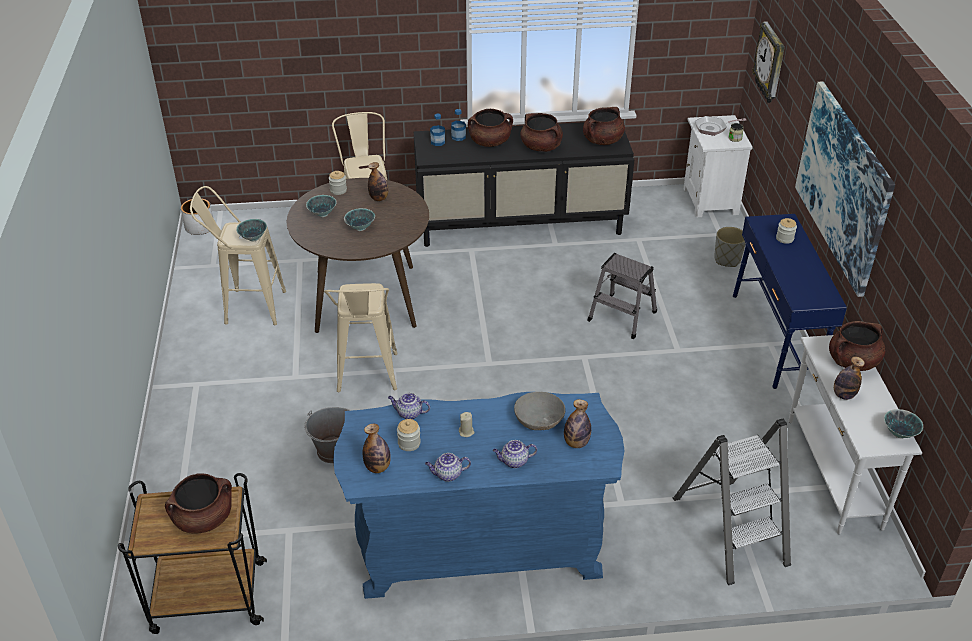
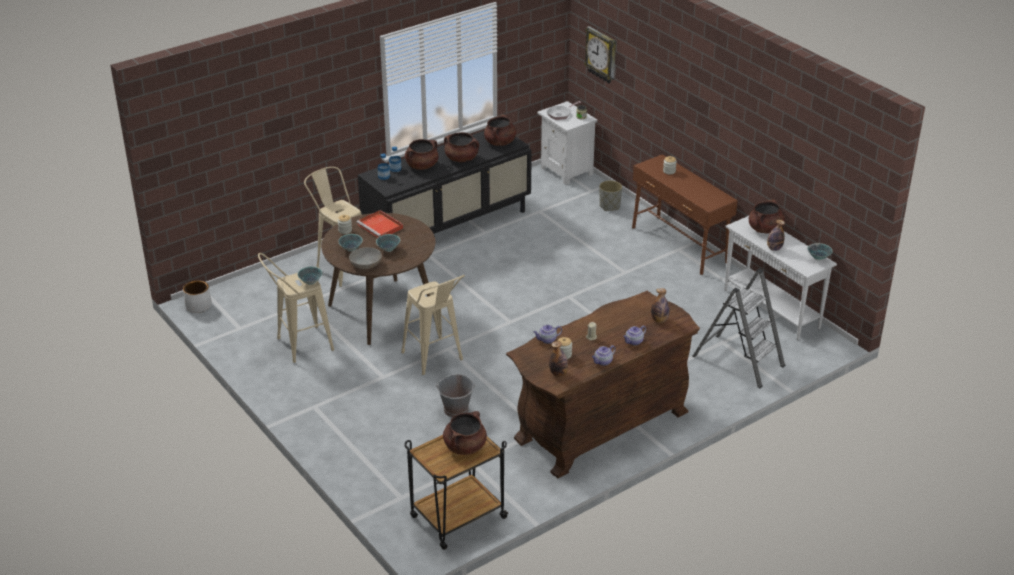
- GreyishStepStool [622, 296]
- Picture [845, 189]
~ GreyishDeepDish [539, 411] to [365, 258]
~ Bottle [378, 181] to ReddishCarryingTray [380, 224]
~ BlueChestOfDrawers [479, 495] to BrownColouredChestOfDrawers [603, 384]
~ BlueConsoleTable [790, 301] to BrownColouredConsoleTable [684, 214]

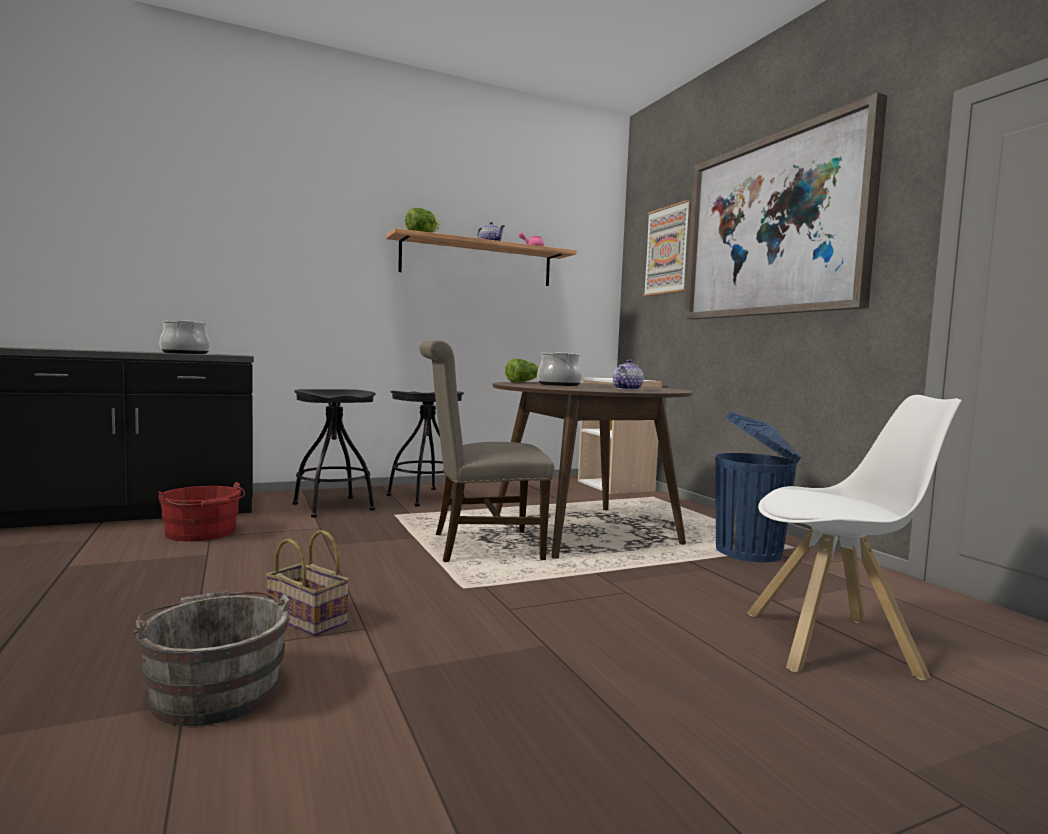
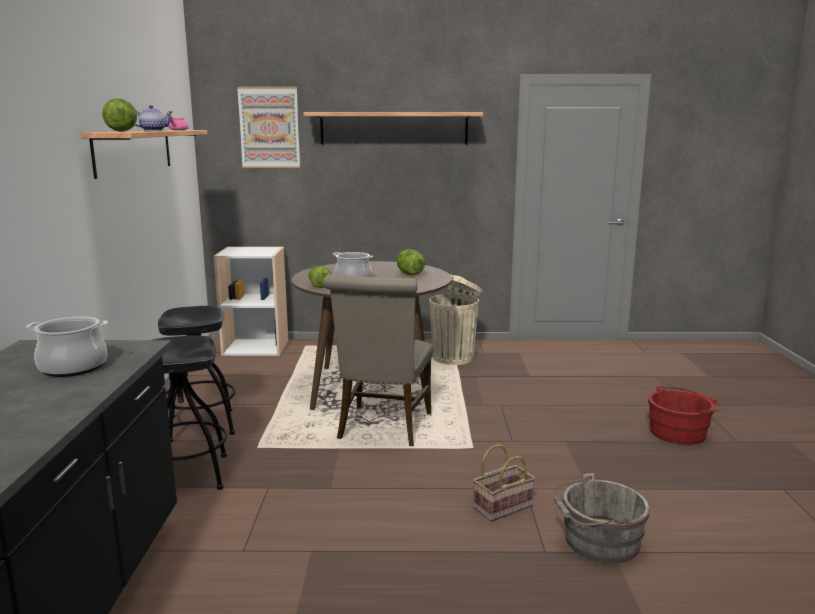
- WhiteColouredChair [854, 538]
~ ReddishWaterBucket [201, 512] to [685, 415]
~ Teapot [628, 375] to LettuceHead [411, 262]
~ Picture [786, 205] to WallShelf [393, 128]
~ BlueRubbishBin [758, 487] to BeigeRubbishBin [455, 320]

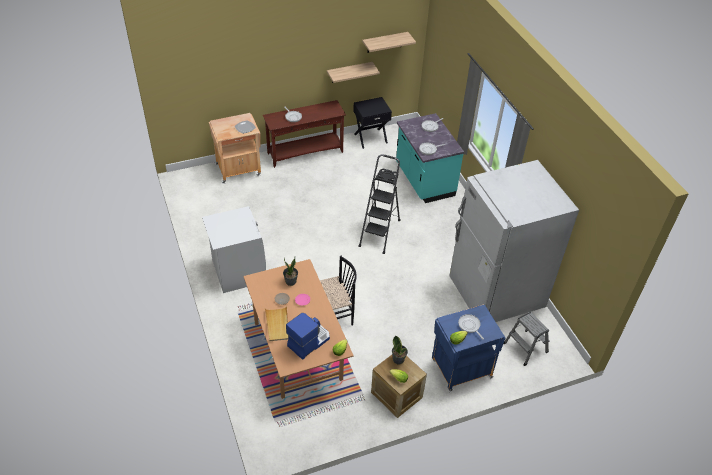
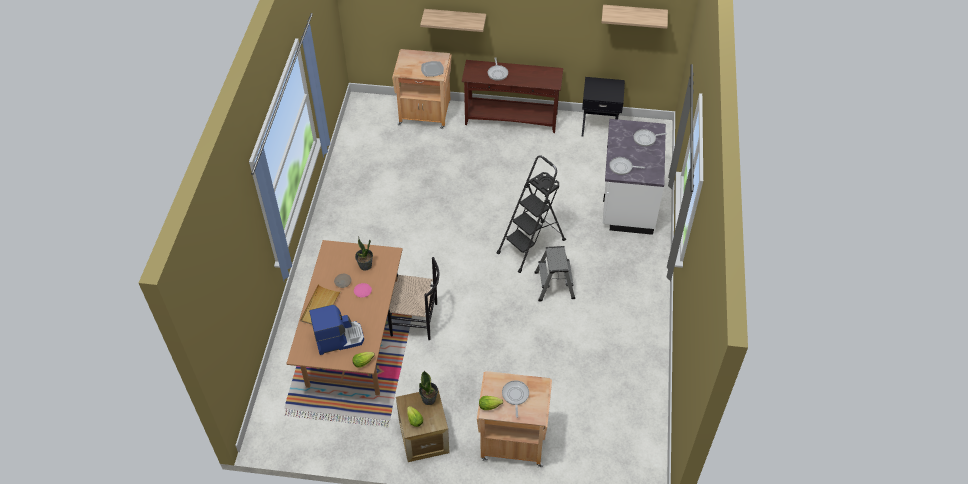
- WhiteColouredLaundryAppliance [234, 249]
- WhiteColouredRefrigerator [514, 241]
~ WallShelf [353, 72] to [453, 20]
~ GreyishStepStool [526, 338] to [554, 274]
~ TurquoiseKitchenBaseUnit [430, 158] to WhiteColouredKitchenBaseUnit [634, 177]
~ BlueCart [468, 348] to BrownColouredCart [514, 419]

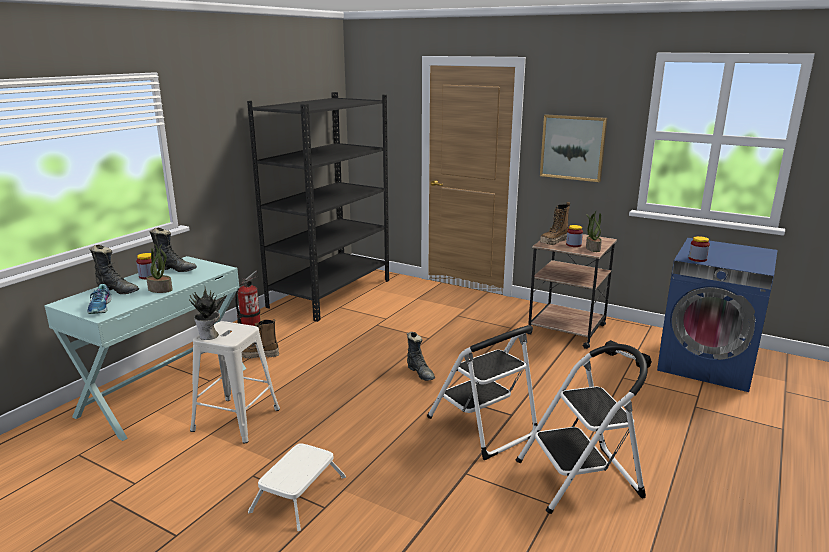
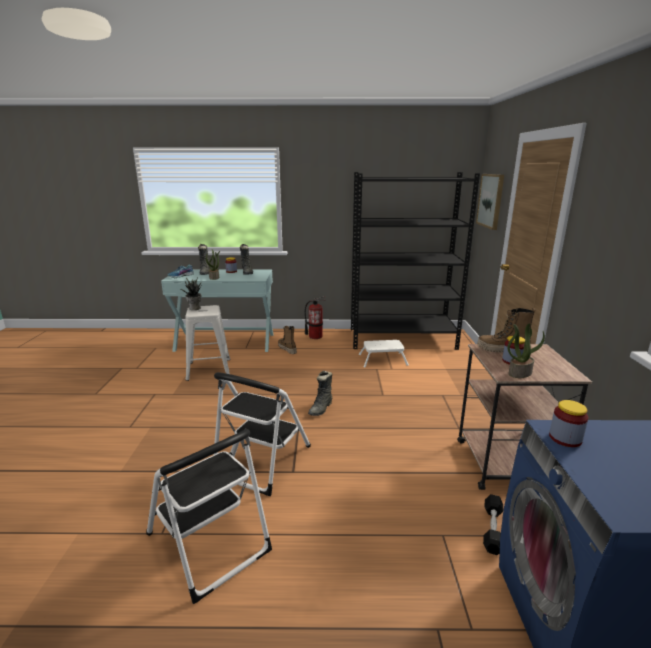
~ WhiteColouredStepStool [297, 487] to [383, 354]
~ Picture [573, 148] to [490, 202]

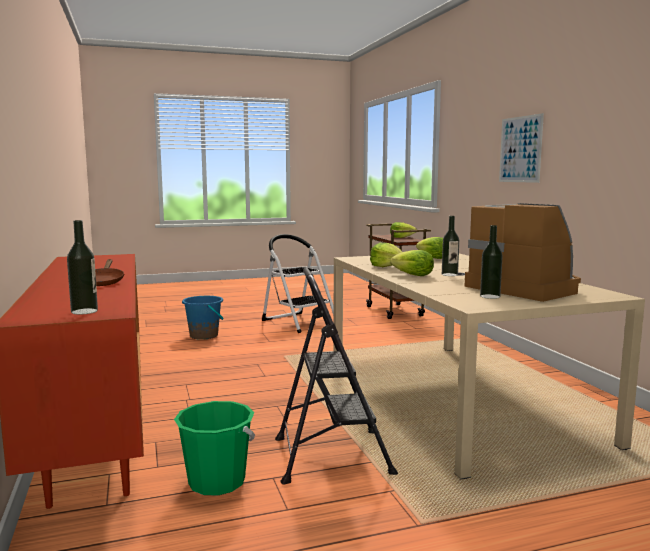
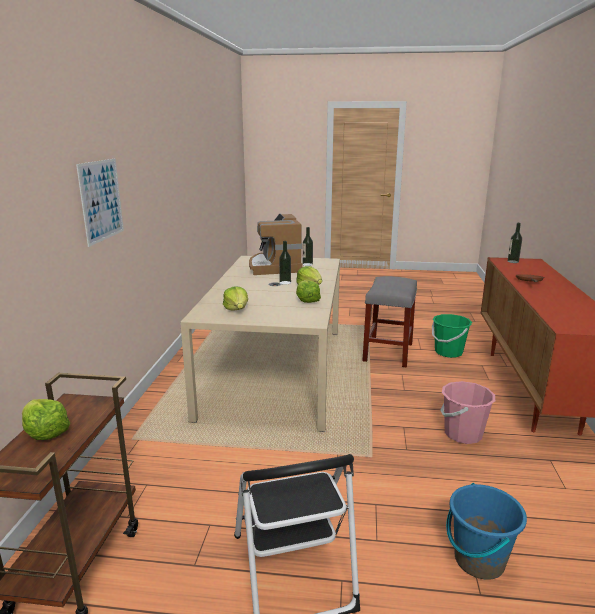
+ PinkishWaterBucket [467, 412]
~ BlackishStepStool [336, 376] to GreyishStoolSeat [389, 321]

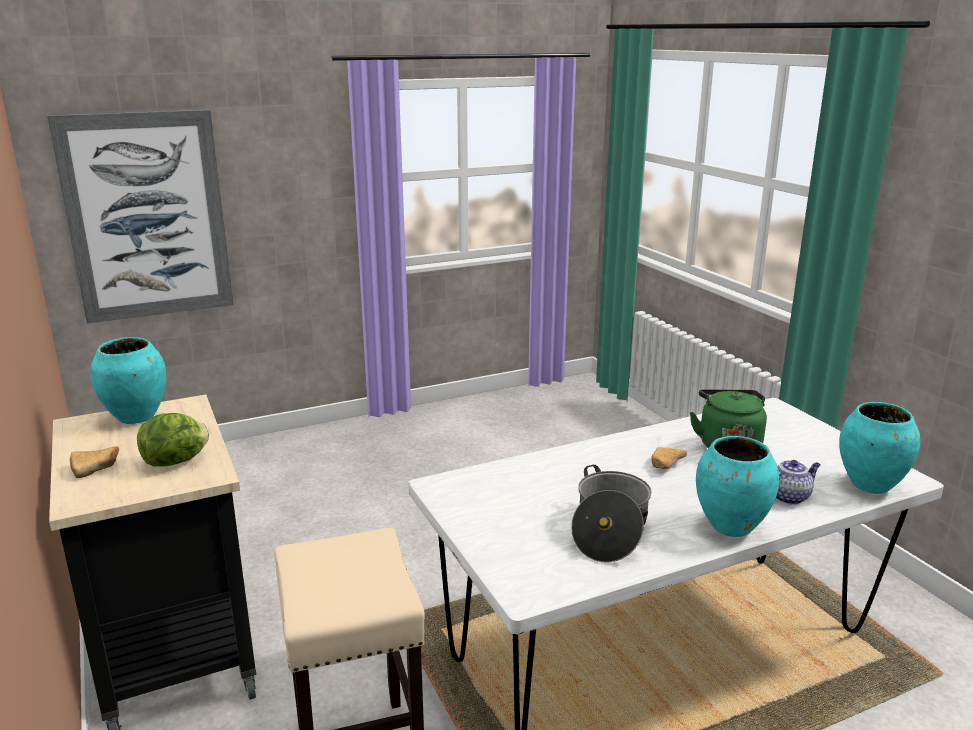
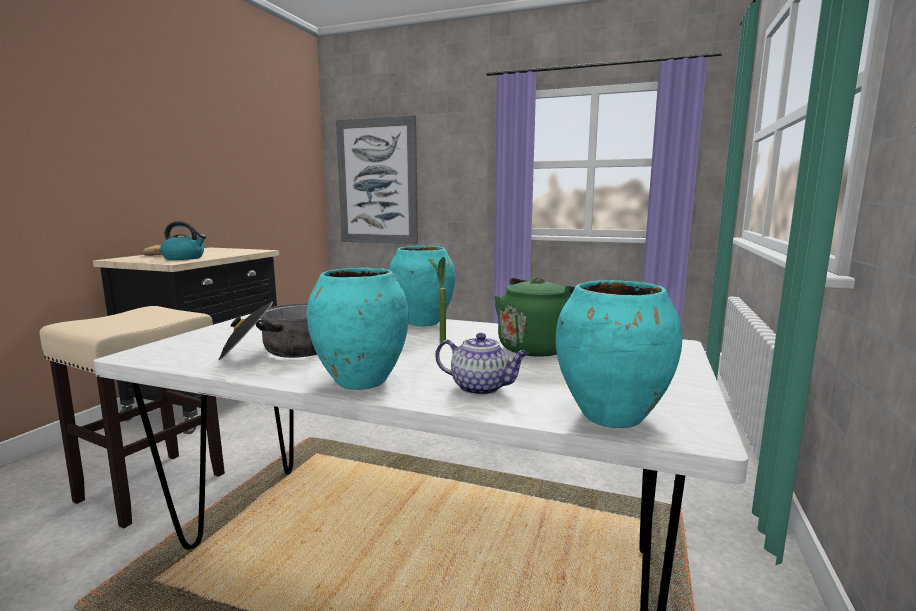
~ TurquoiseDecorativeVase [128, 380] to [422, 286]
~ LettuceHead [173, 440] to WaterKettle [183, 240]
~ BakedBread [669, 458] to Houseplant [437, 299]

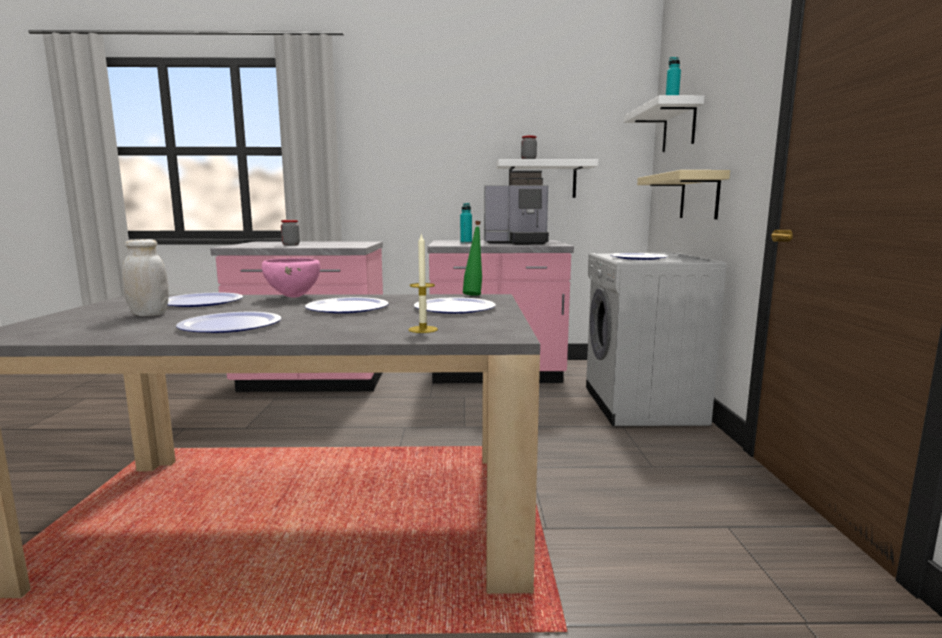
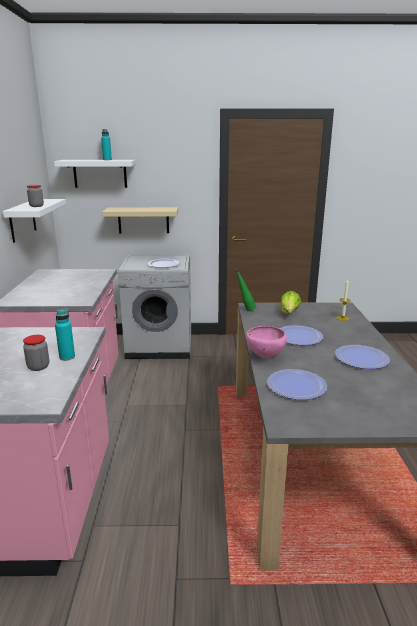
- WhiteColouredPreserveJar [145, 277]
- CoffeeMaker [516, 208]
~ TurquoiseBottle [466, 223] to [65, 334]
~ DinnerPlate [455, 305] to LettuceHead [290, 302]

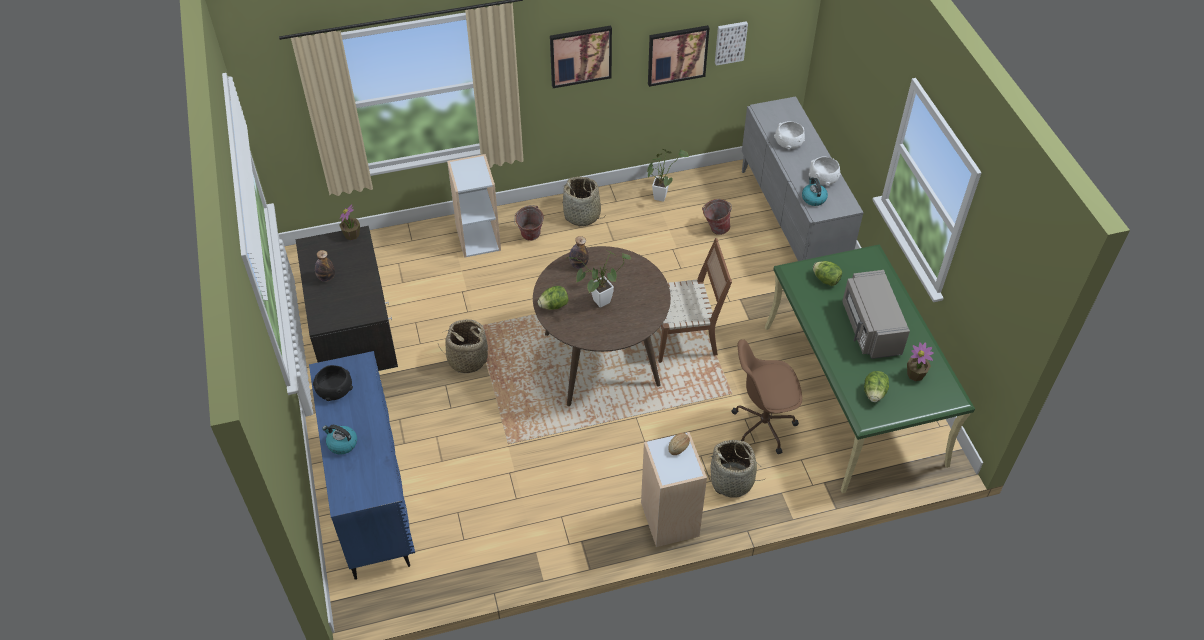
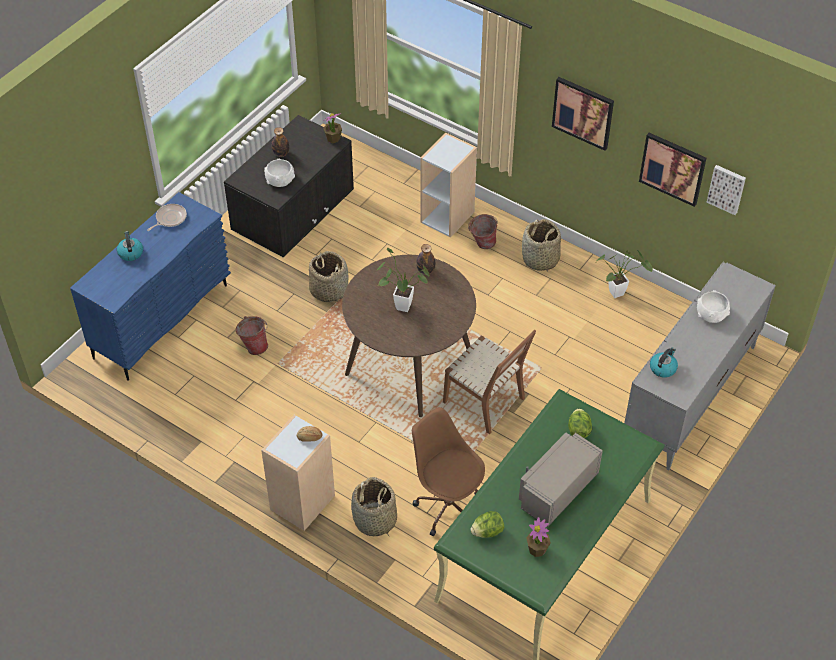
- LettuceHead [553, 298]
~ WaterBucket [717, 217] to [252, 335]
~ WhiteColouredDeepDish [825, 171] to [279, 173]
~ BlackishDeepDish [333, 383] to Skillet [167, 217]

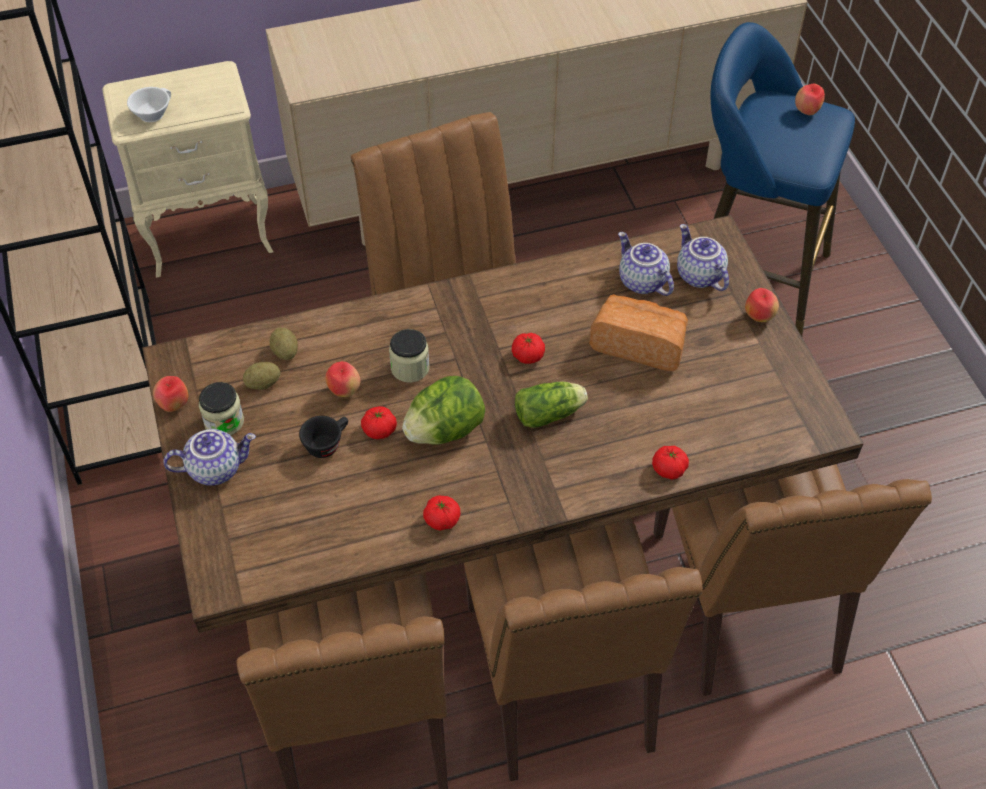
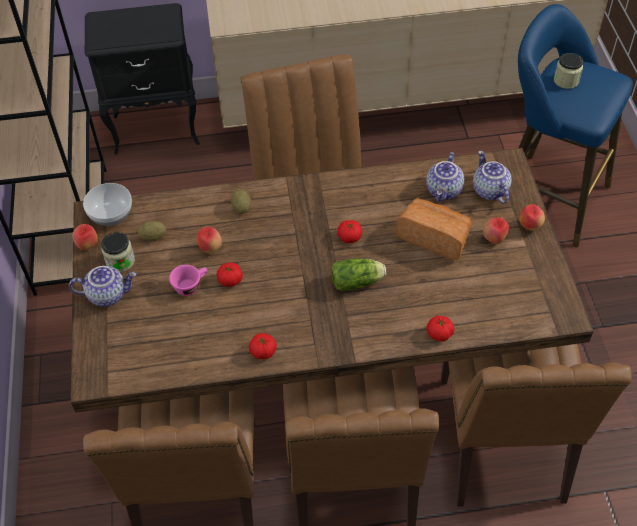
- WhiteColouredCup [149, 104]
- LettuceHead [443, 410]
+ DeepDish [107, 204]
~ Potato [284, 344] to [241, 201]
~ PreserveJar [409, 356] to [568, 71]
~ WholeApple [810, 99] to [496, 230]
~ BeigeBedsideTable [187, 169] to BlackishBedsideTable [142, 79]
~ BlackishCup [323, 437] to PinkishCup [188, 280]
~ Teapot [646, 264] = [445, 177] 135 degrees counterclockwise

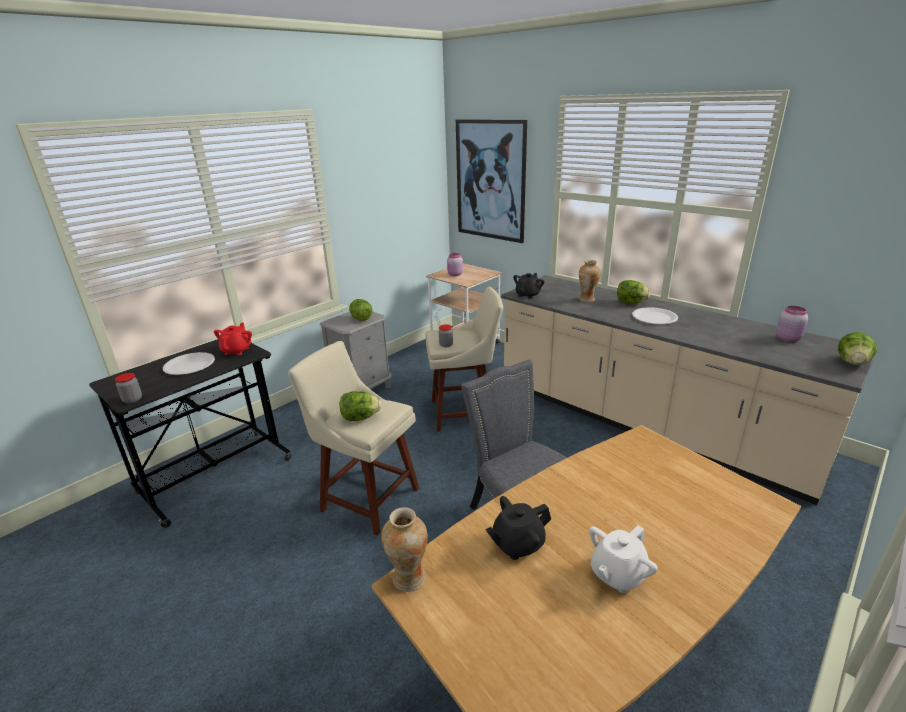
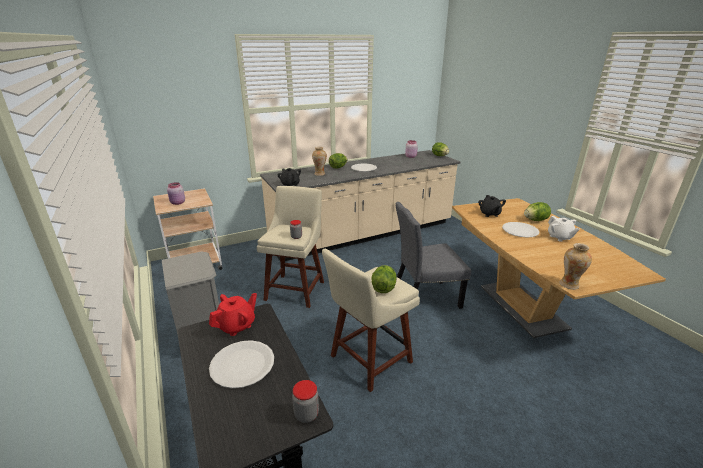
- Picture [491, 181]
+ WhiteColouredDinnerPlate [520, 229]
~ LettuceHead [360, 310] to [537, 211]
~ BlackishTeapot [518, 528] to [492, 206]
~ ReddishTeapot [233, 339] = [233, 314] 105 degrees clockwise

